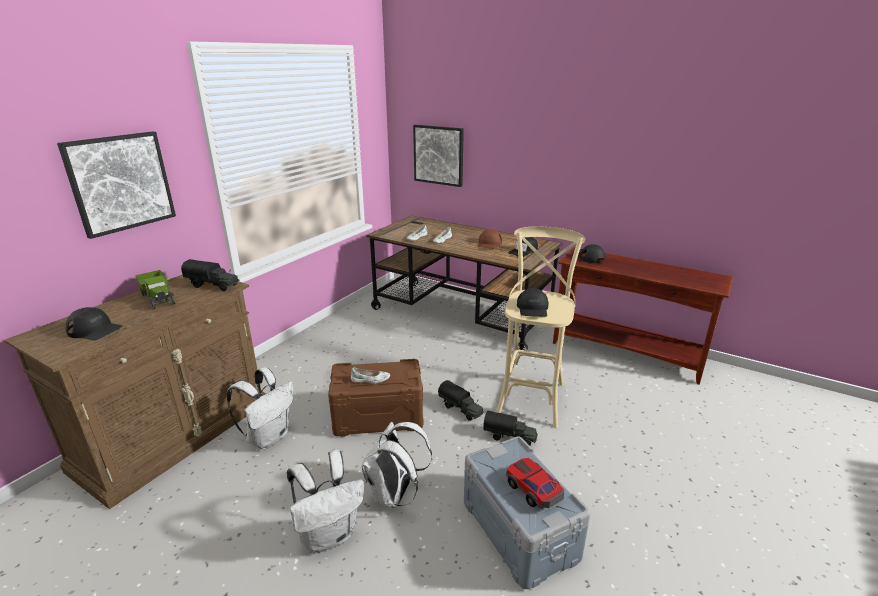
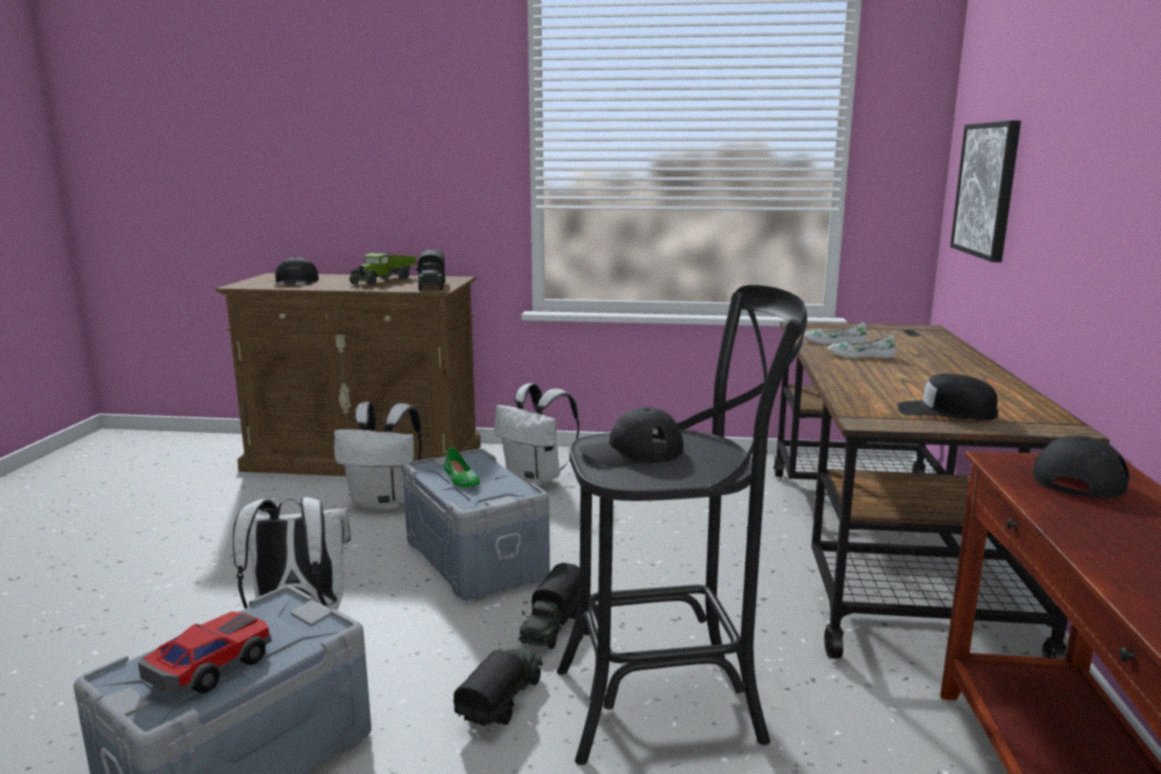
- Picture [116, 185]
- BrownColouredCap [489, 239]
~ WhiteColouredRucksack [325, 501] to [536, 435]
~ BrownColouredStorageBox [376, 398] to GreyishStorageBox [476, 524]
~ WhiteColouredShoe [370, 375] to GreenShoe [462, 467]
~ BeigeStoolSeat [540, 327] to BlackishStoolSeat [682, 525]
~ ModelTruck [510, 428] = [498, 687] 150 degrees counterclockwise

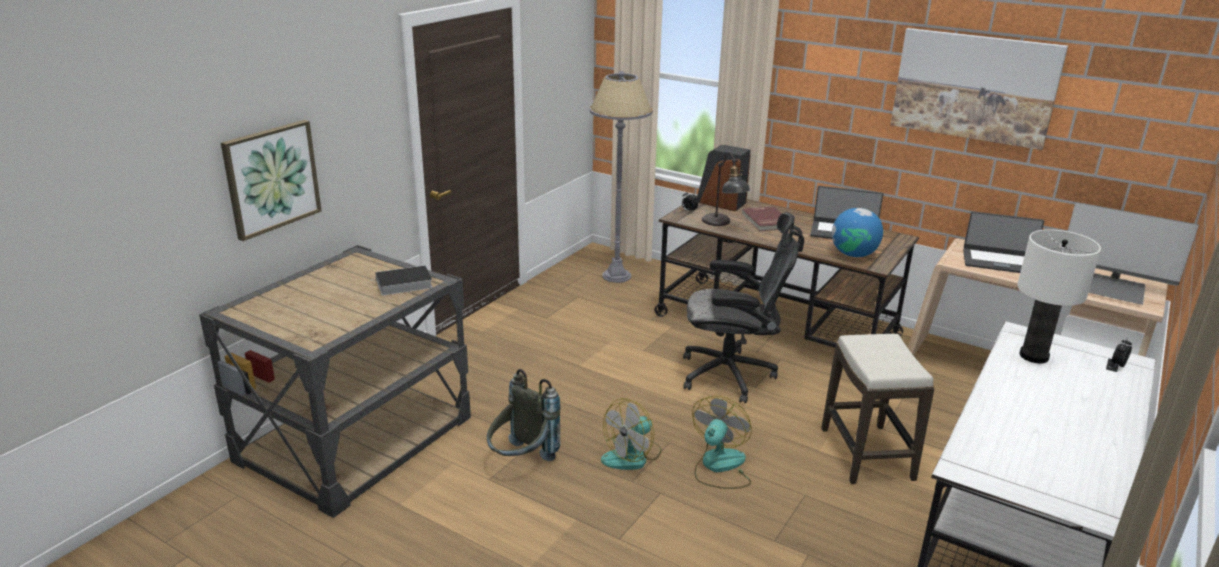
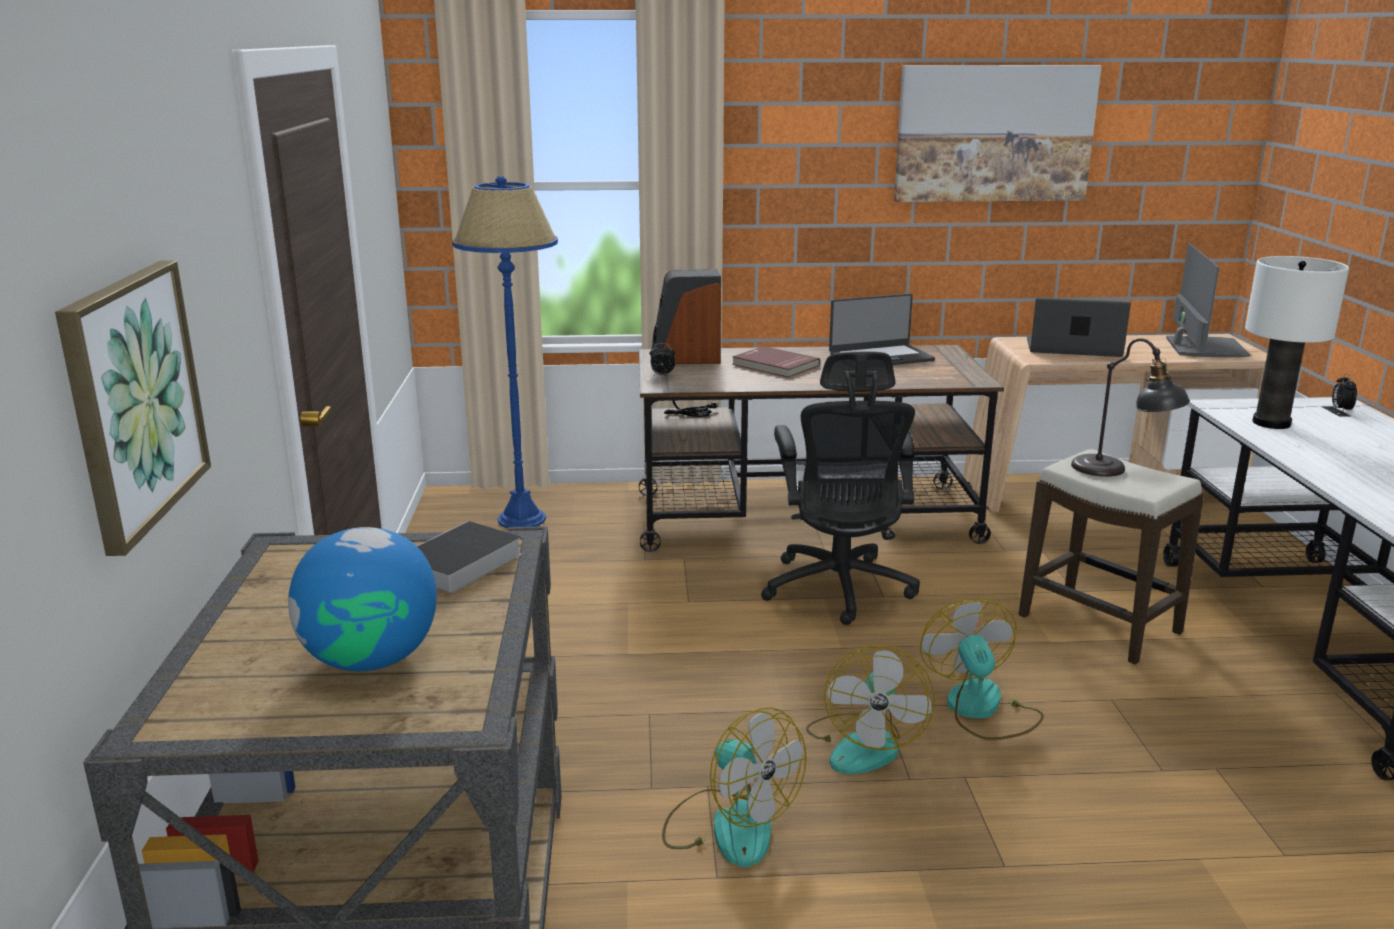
~ GreyishTabletopLamp [726, 189] to [1130, 407]
~ Globe [857, 232] to [362, 599]
~ GreyishRucksack [523, 415] to Fan [734, 787]
~ GreyishFloorLamp [621, 177] to BlueFloorLamp [505, 352]
~ ComputerChair [743, 307] = [840, 488] 120 degrees clockwise
~ PortableComputer [1003, 242] = [1079, 327] 150 degrees counterclockwise
~ ComputerDisplay [1133, 253] = [1208, 300] 75 degrees counterclockwise

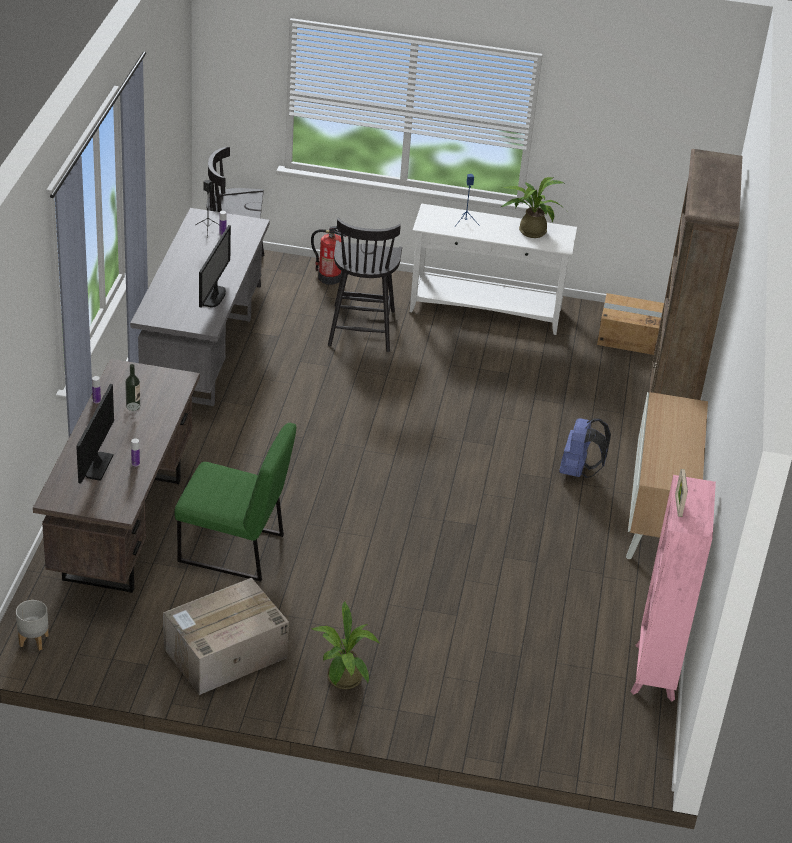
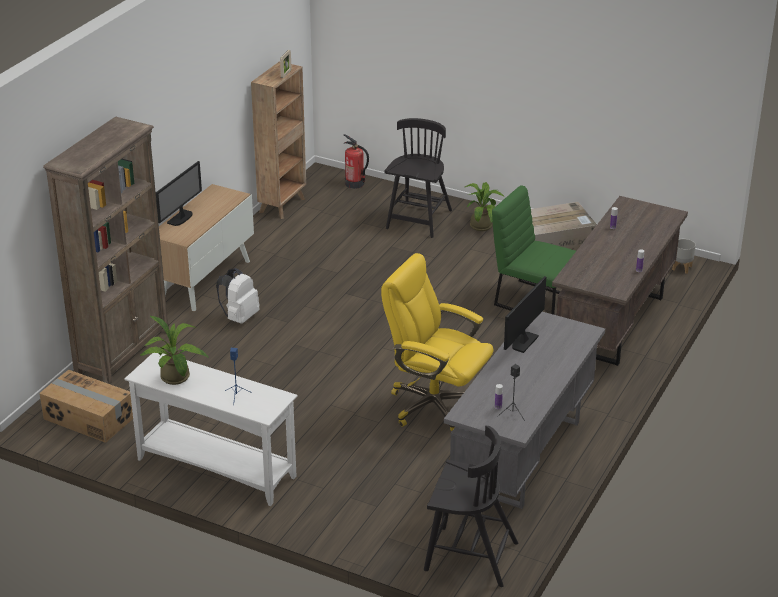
- Bottle [132, 387]
+ YellowColouredComputerChair [437, 342]
~ ComputerDisplay [95, 433] to [179, 193]
~ Extinguisher [329, 255] to [356, 161]
~ BlackishChair [365, 285] to [418, 178]
~ BlueRucksack [585, 448] to WhiteColouredRucksack [237, 296]
~ PinkishBookcase [673, 588] to BrownColouredBookcase [278, 140]

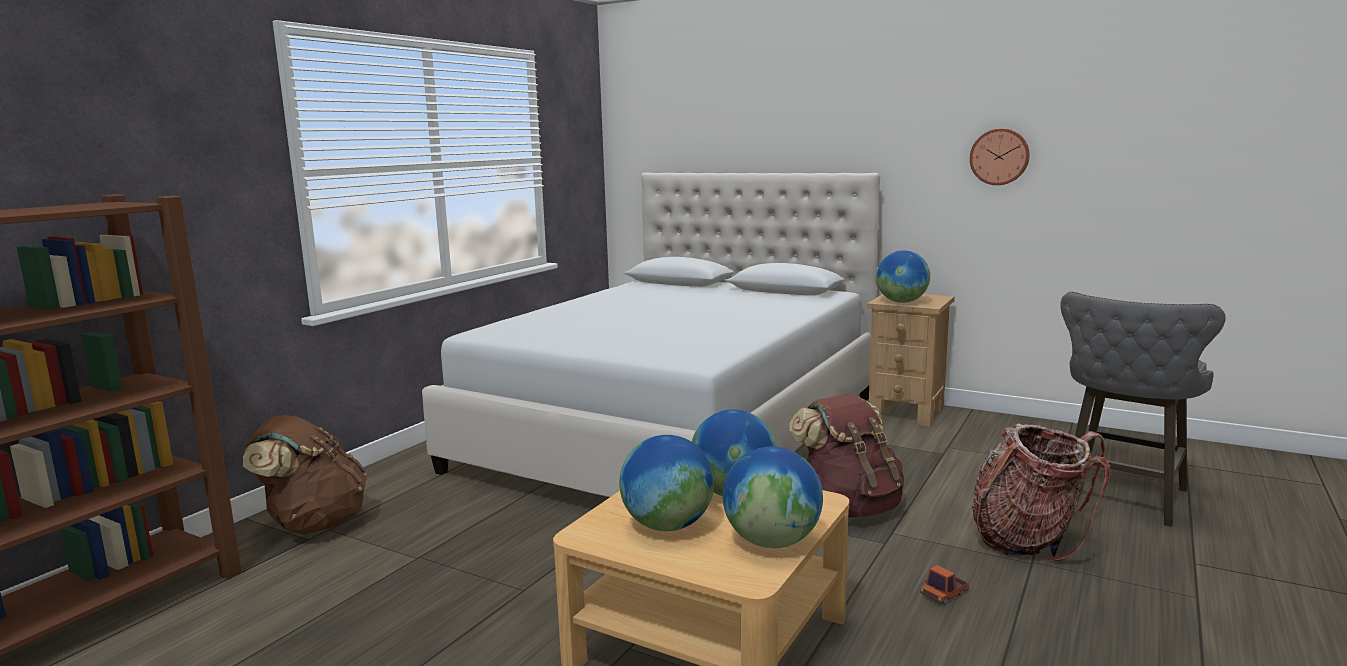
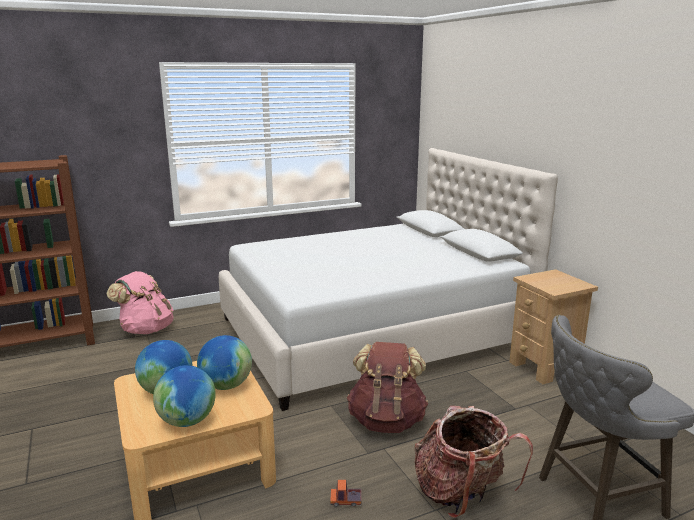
- Globe [903, 276]
- ClockOnTheWall [1000, 156]
~ BrownColouredRucksack [305, 475] to PinkishRucksack [139, 302]

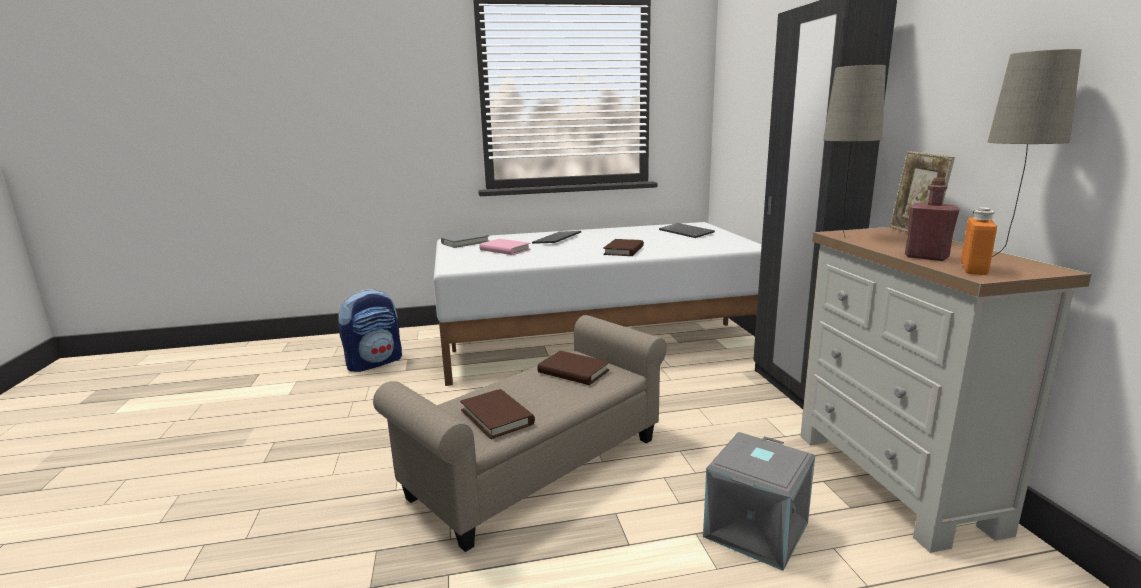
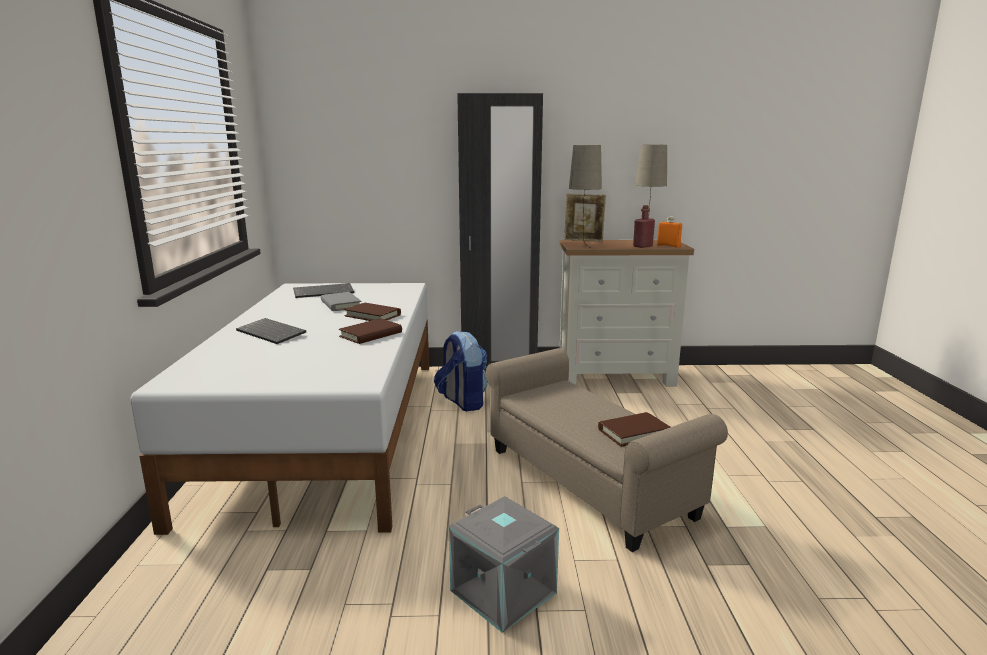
- PinkishBook [505, 247]
~ Rucksack [370, 330] to [461, 371]
~ GreyishBook [465, 240] to [341, 301]
~ BrownColouredBook [573, 368] to [370, 331]
~ GreyishStorageBox [759, 501] to [504, 564]

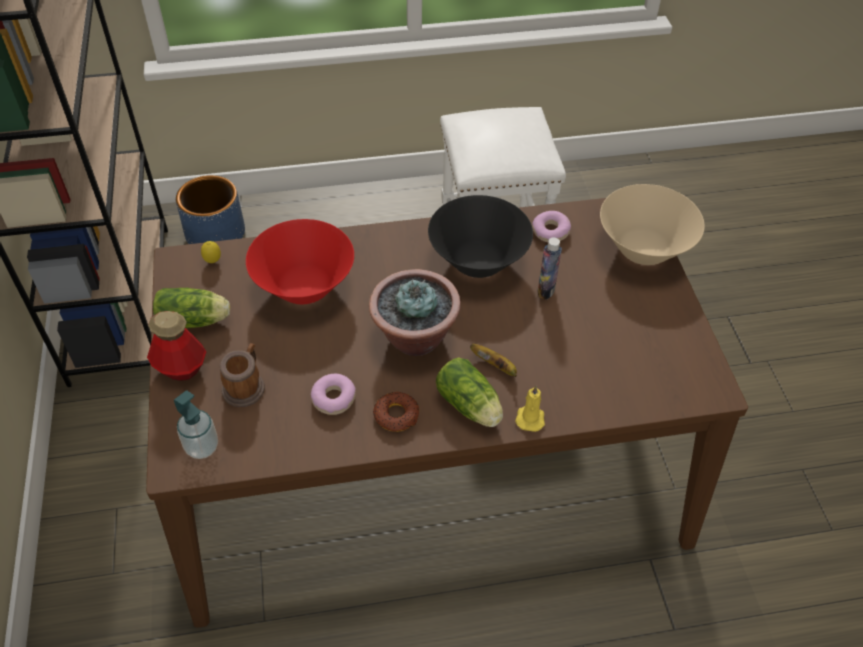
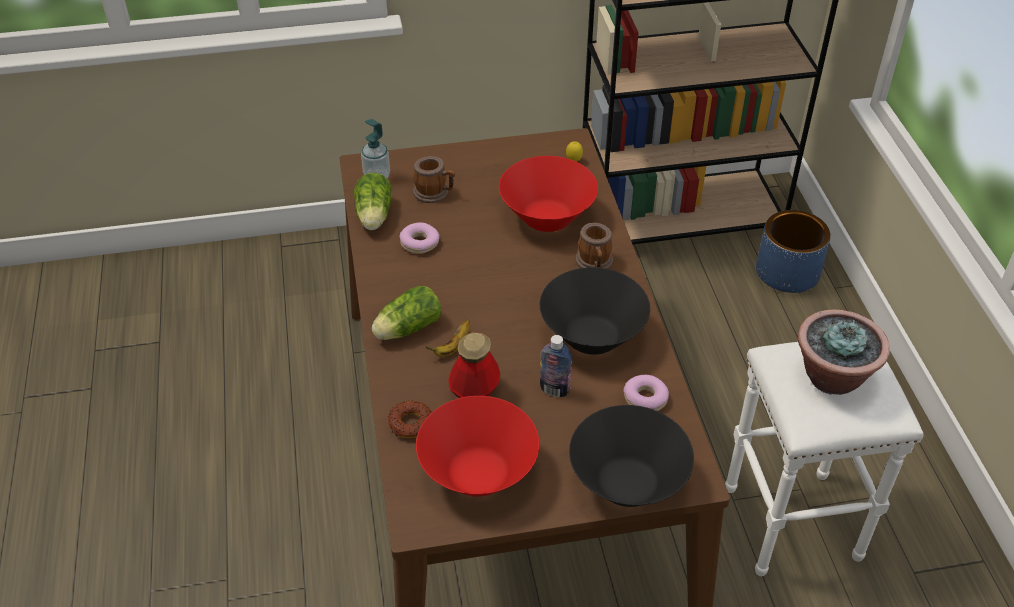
- YellowColouredWaxCandle [530, 408]
+ ReddishDeepDish [477, 446]
+ Mug [594, 246]
~ Bottle [176, 346] to [474, 365]
~ LettuceHead [191, 308] to [373, 201]
~ Houseplant [415, 312] to [844, 352]
~ Donut [396, 412] to [410, 419]
~ BeigeDeepDish [652, 224] to BlackishDeepDish [631, 456]

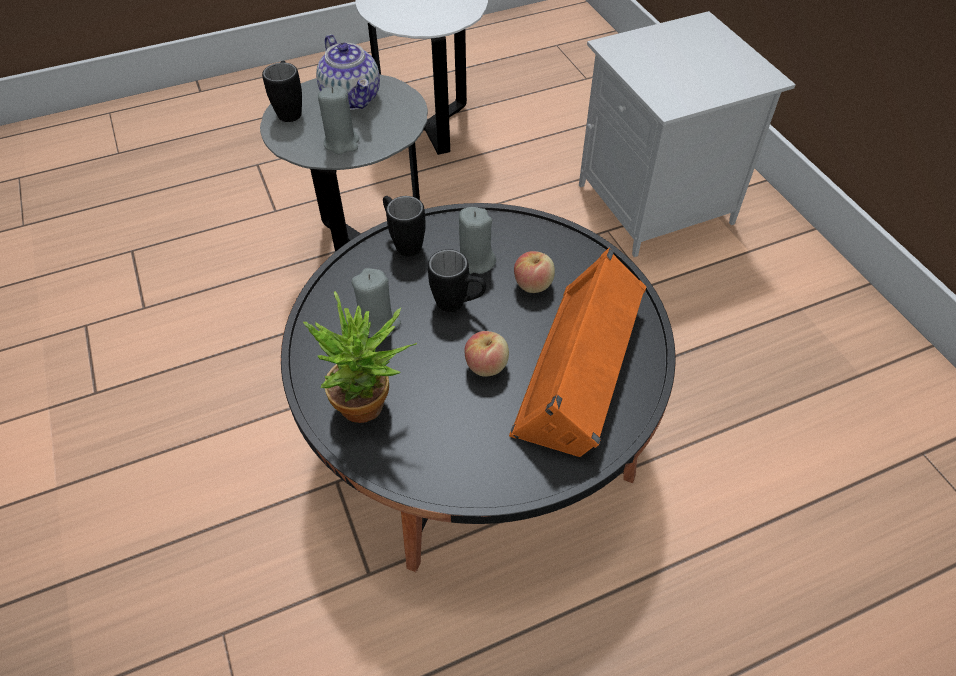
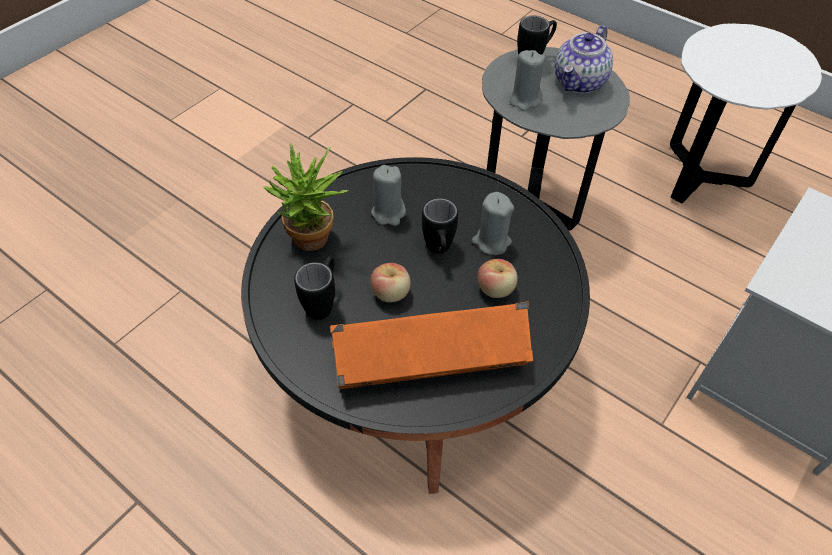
~ BlackishMug [404, 226] to [314, 288]

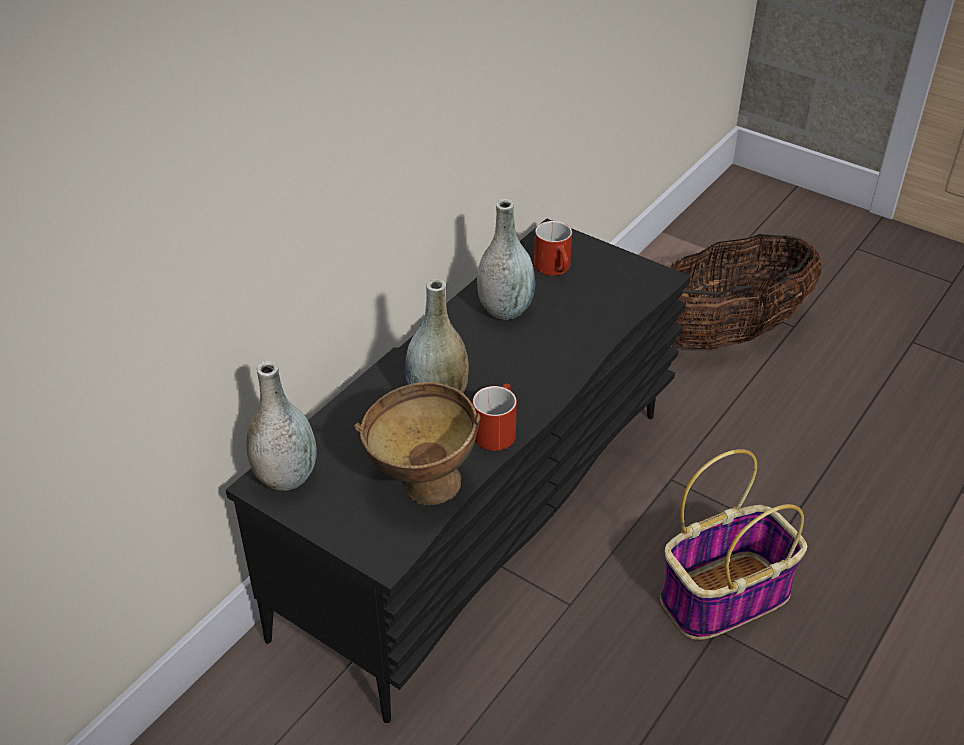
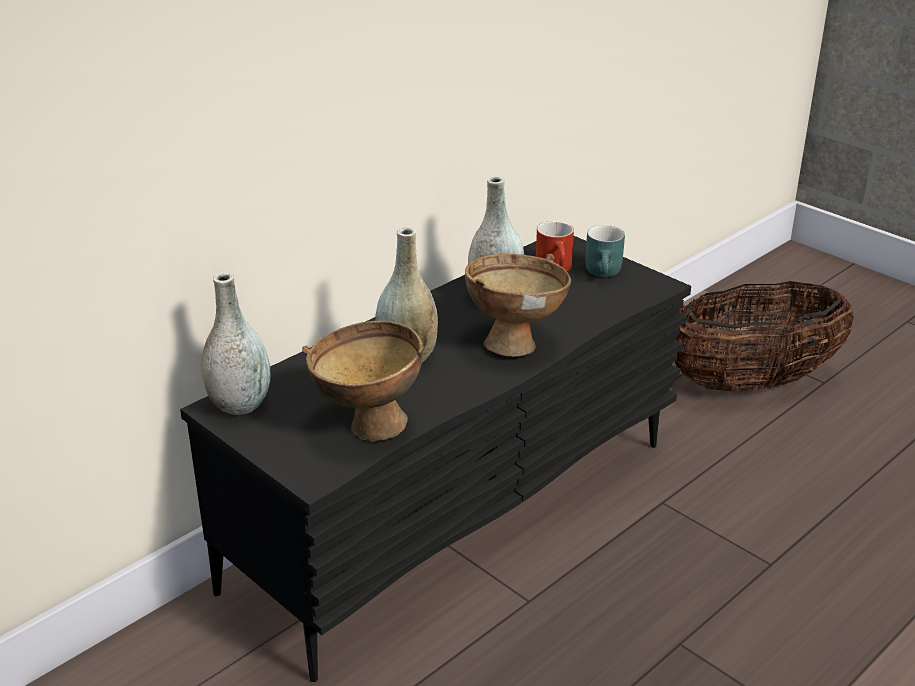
- ReddishMug [495, 417]
- Basket [733, 544]
+ BrownColouredDeepDish [518, 305]
+ TurquoiseMug [605, 251]

